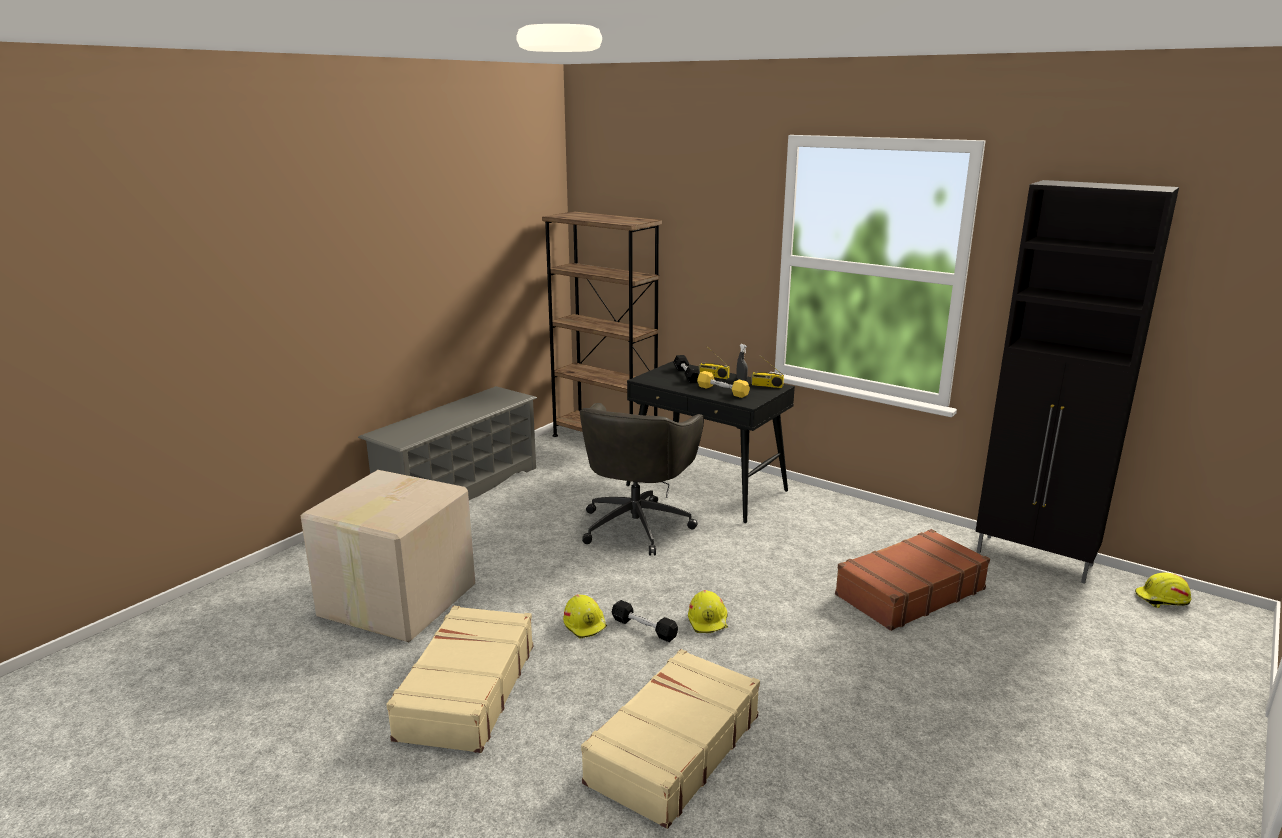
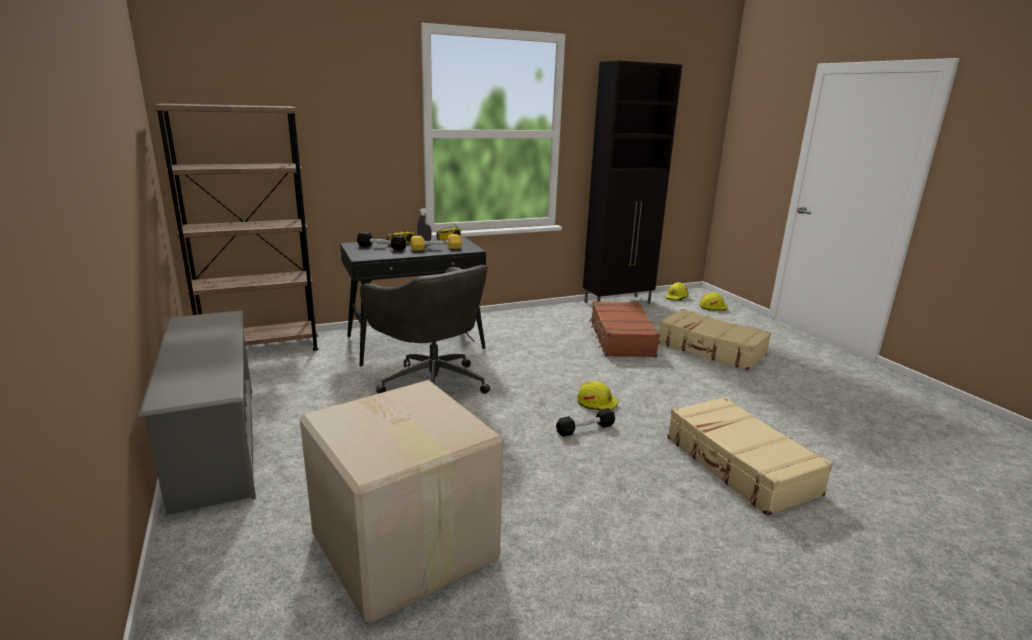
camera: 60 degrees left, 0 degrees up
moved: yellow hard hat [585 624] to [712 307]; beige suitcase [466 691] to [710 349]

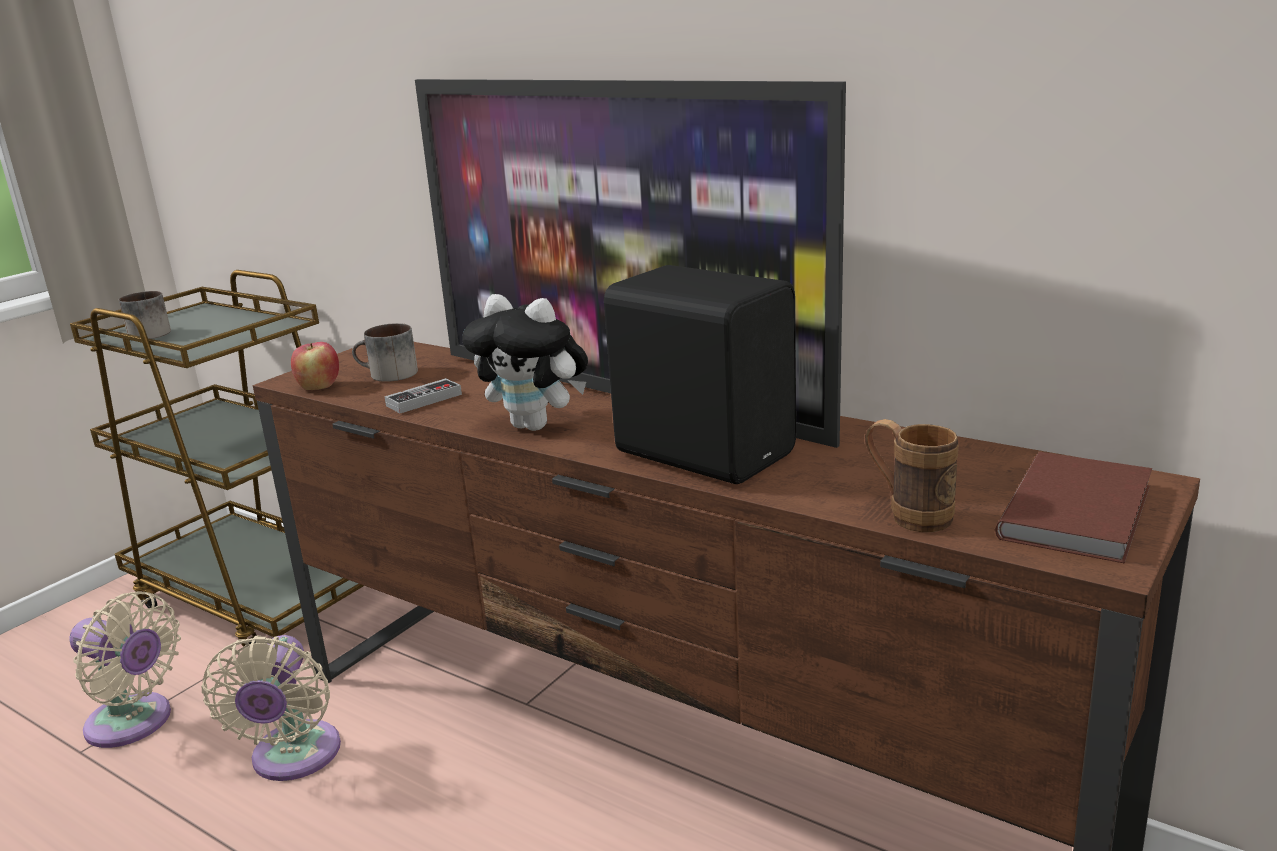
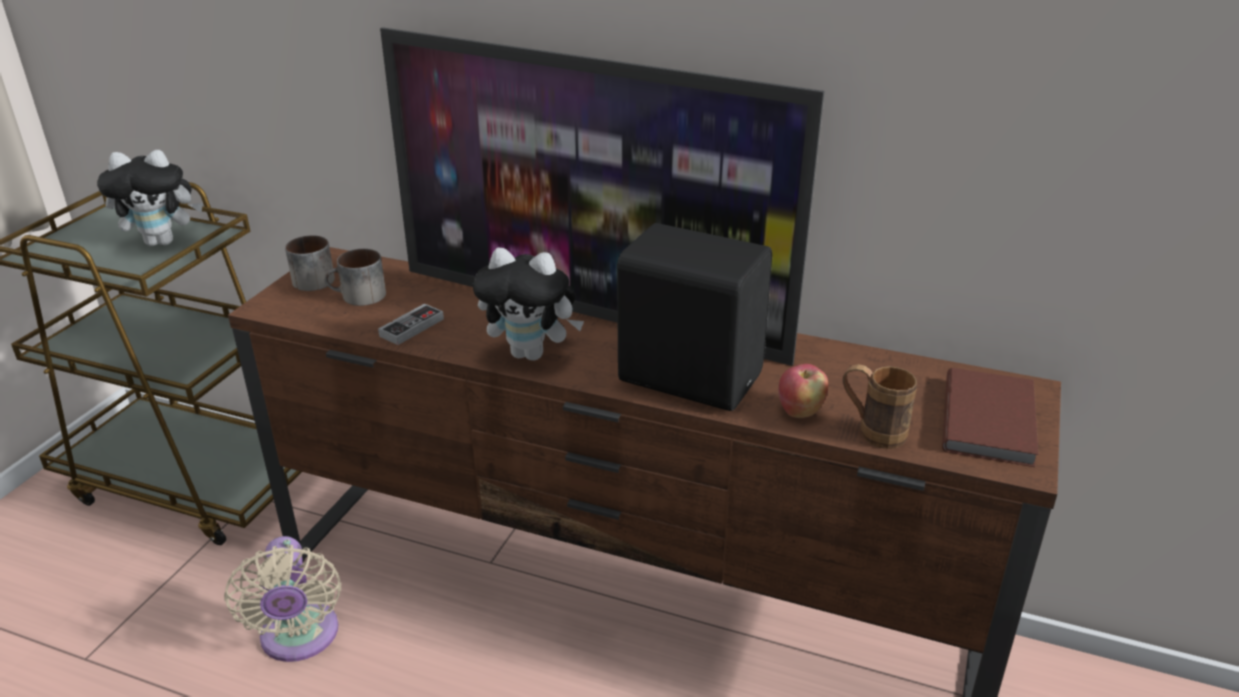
camera: 15 degrees left, 10 degrees up
removed: beige fan [134 723]
added: plush toy [163 241]
moved: mug [148 333] to [309 279]; apple [319 387] to [800 411]

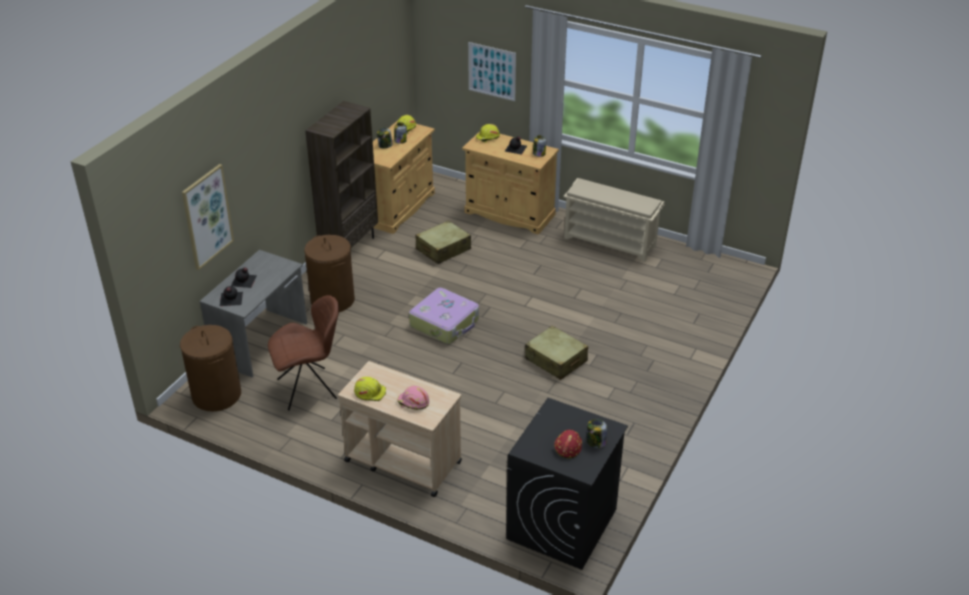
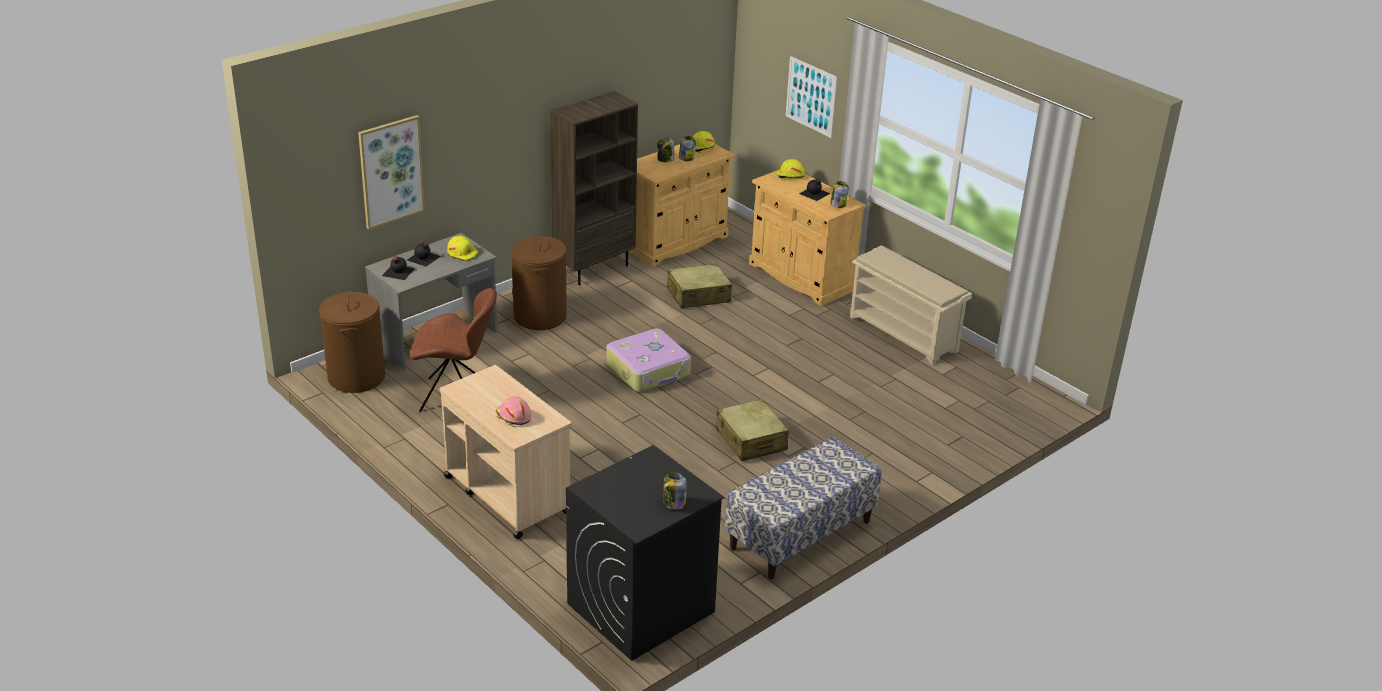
camera: 20 degrees right, 5 degrees down
removed: red hard hat [567 446]
added: bench [800 535]
moved: yellow hard hat [370 392] to [463 253]

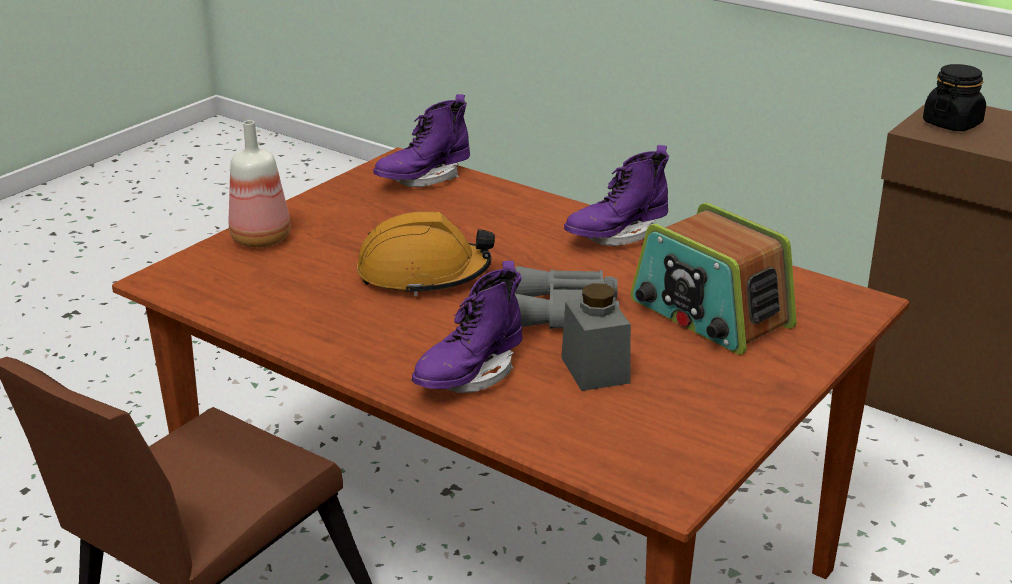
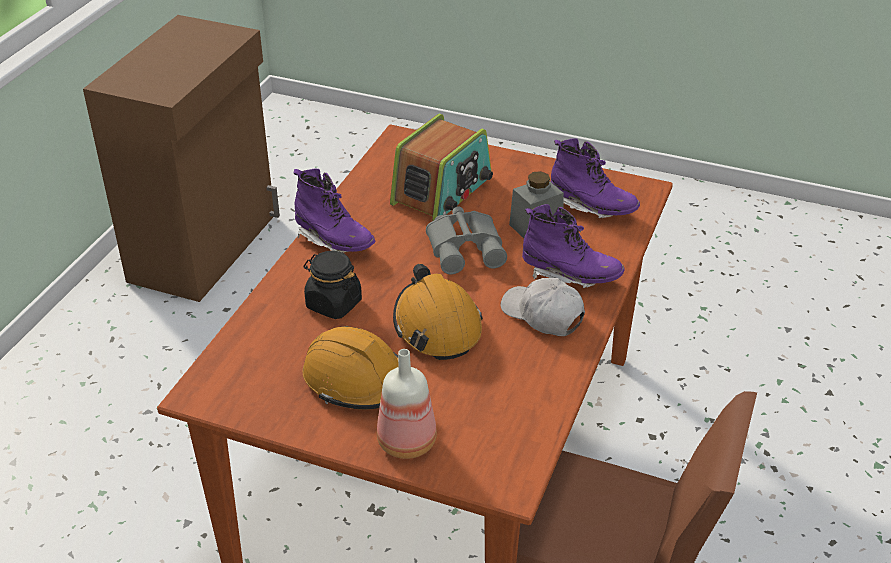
camera: 105 degrees left, 10 degrees up
added: white cap [542 315]; orange hard hat [358 381]
moved: black jar [952 124] to [333 304]; purple boot [423 178] to [591 207]

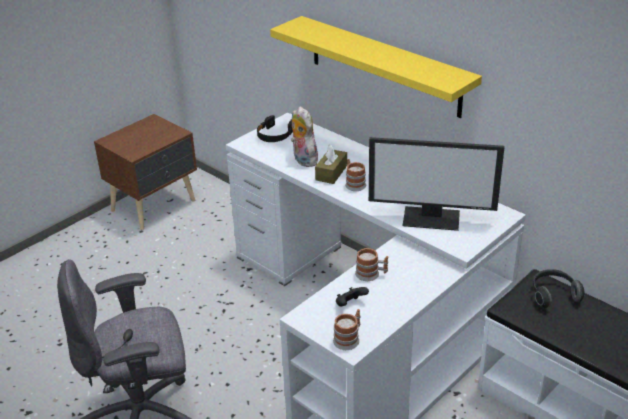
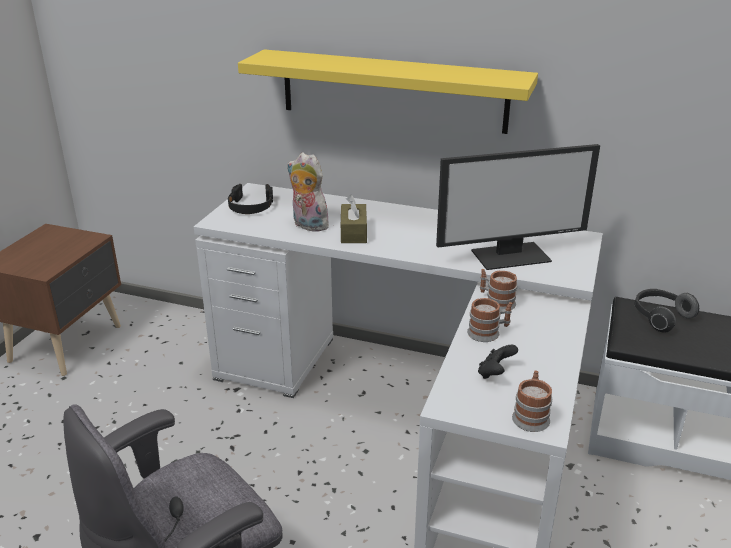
camera: 25 degrees left, 5 degrees down
moved: mug [354 184] to [496 302]

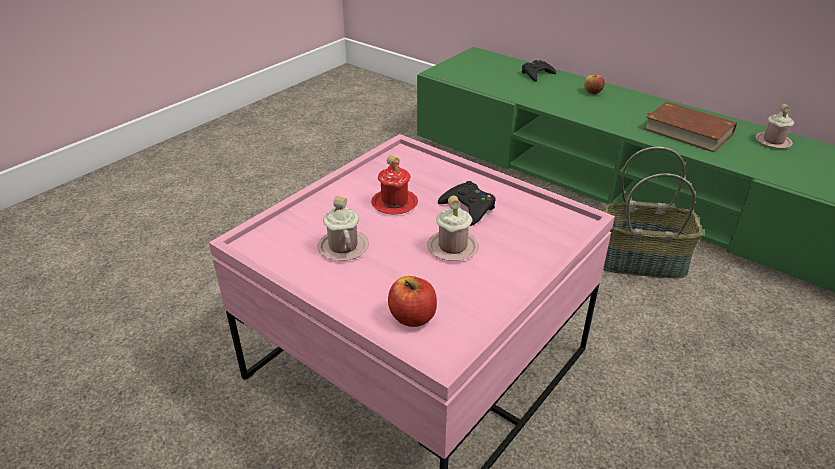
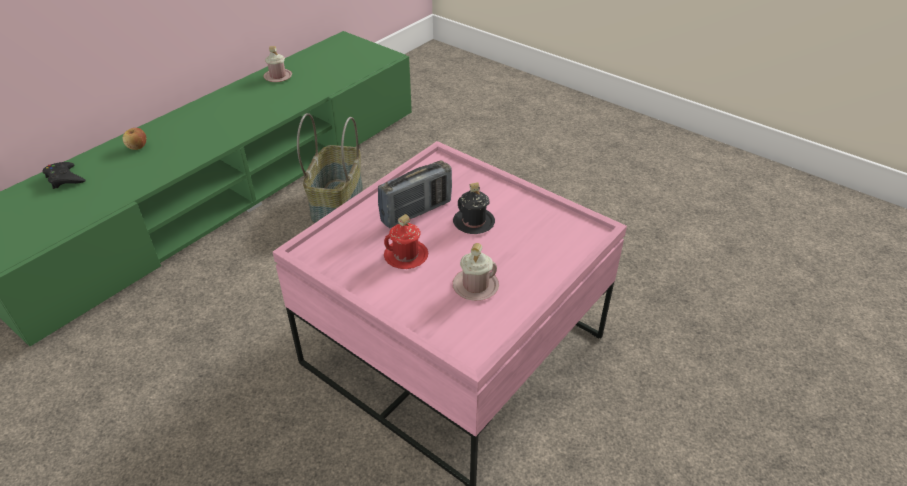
camera: 90 degrees left, 5 degrees up
removed: brown book [687 131]; apple [412 317]
replaced: black game controller [468 208] to radio [416 212]
recoloured: pink mug [452 247] to black mug [473 222]

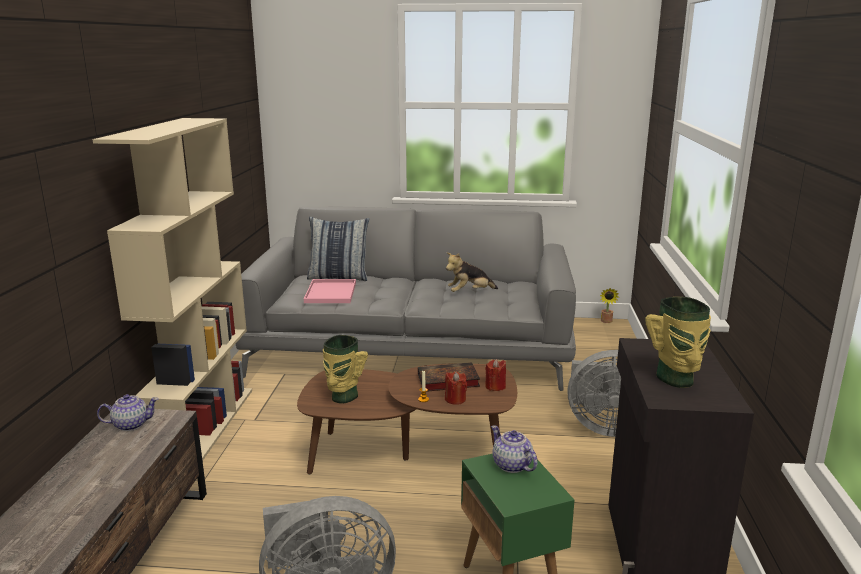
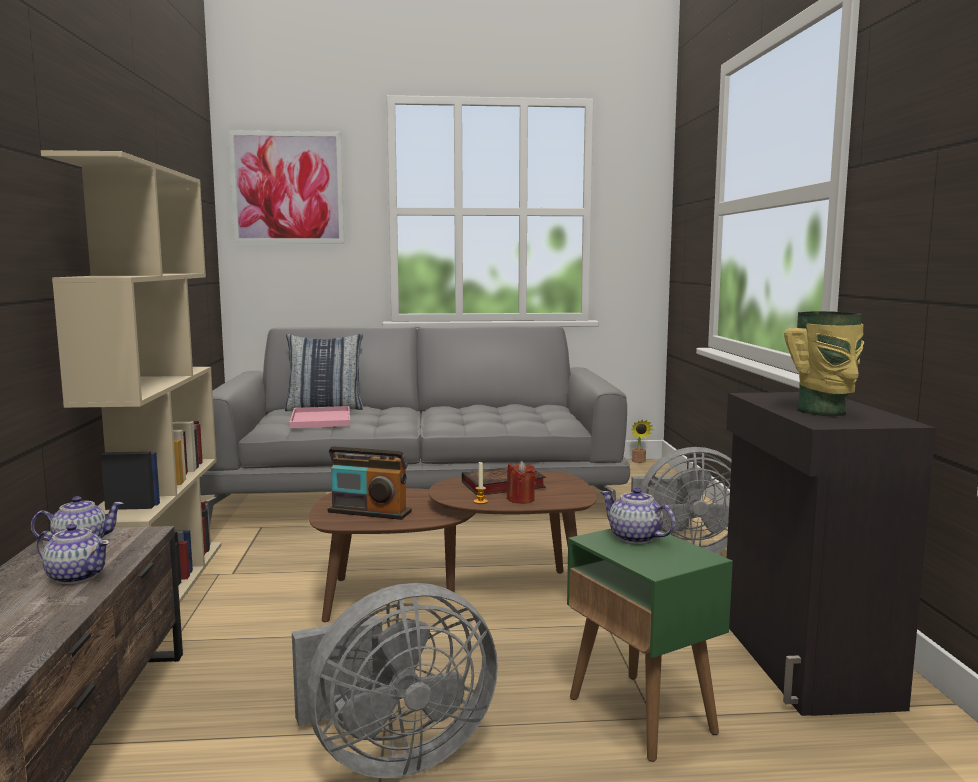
camera: 10 degrees left, 10 degrees down
removed: plush toy [469 293]; red candle [495 386]
added: picture [287 188]; teapot [76 576]
replaced: vase [343 397] to radio [369 512]

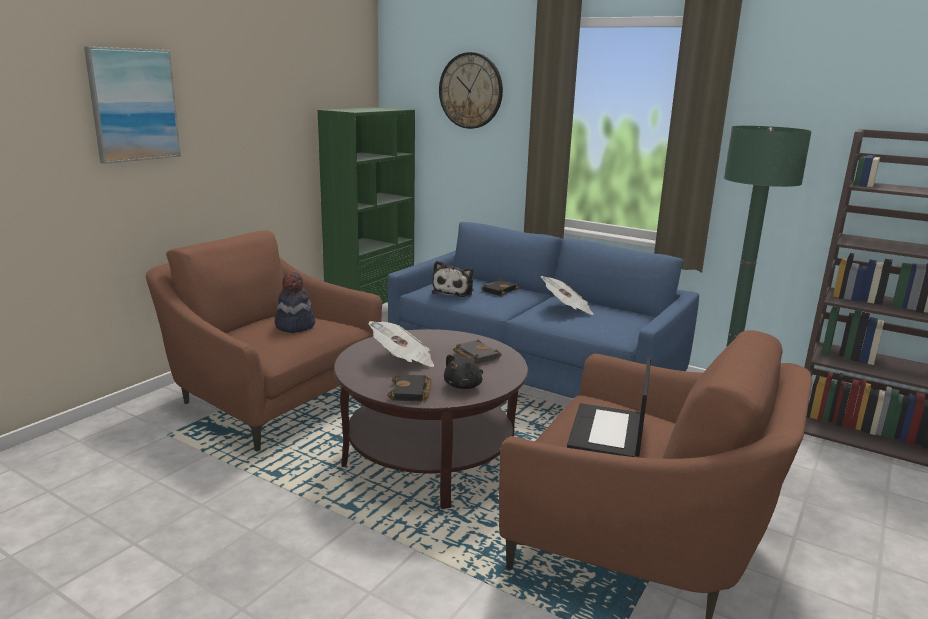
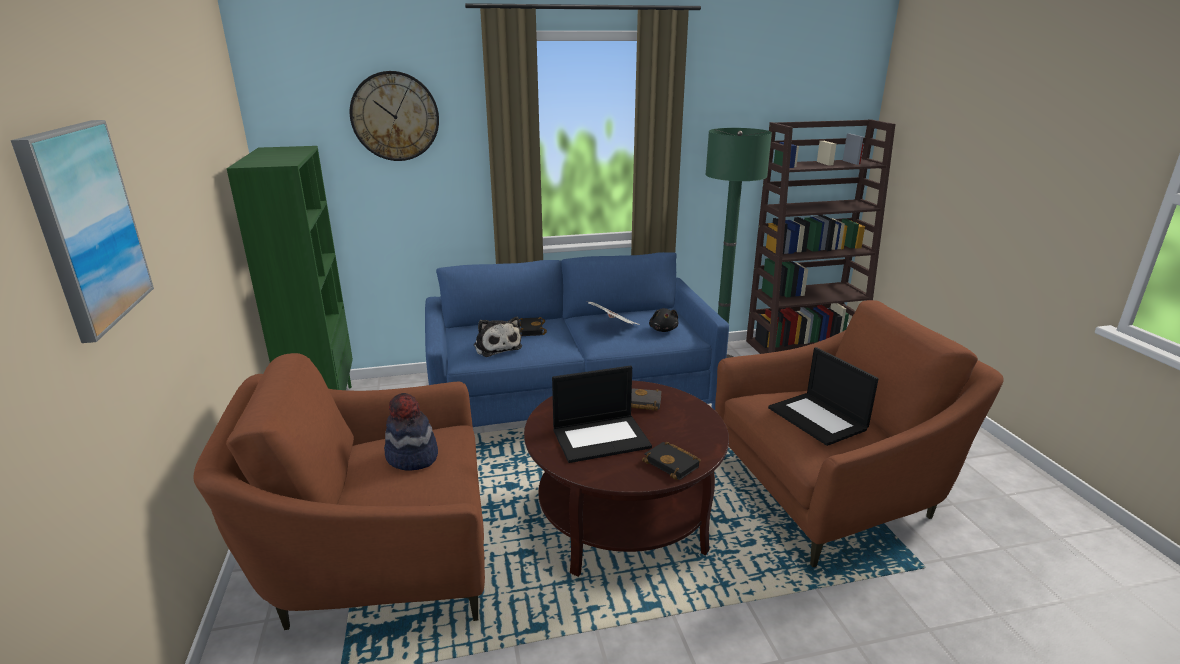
camera: 45 degrees left, 5 degrees up
moved: black plush toy [464 386] to [663 329]
replaced: newspaper [403 360] to laptop [601 437]

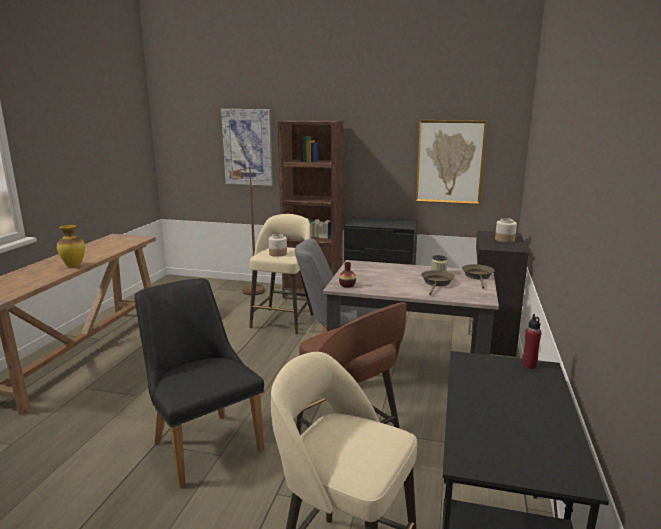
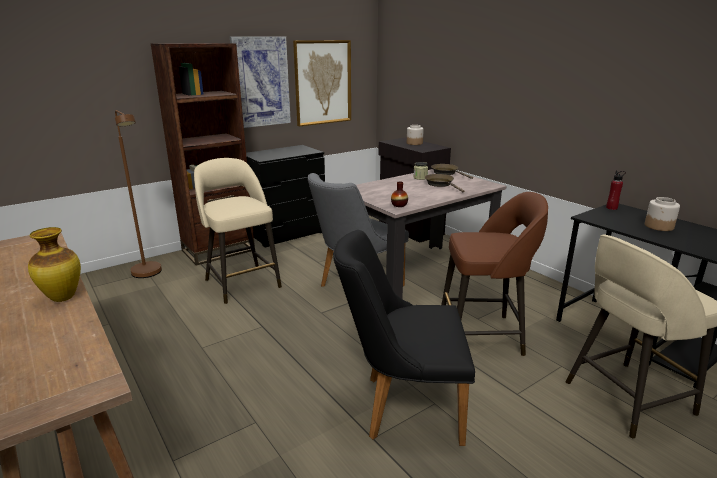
camera: 50 degrees left, 5 degrees up
moved: picture [248 147] to [261 82]; jar [278 254] to [659 226]

